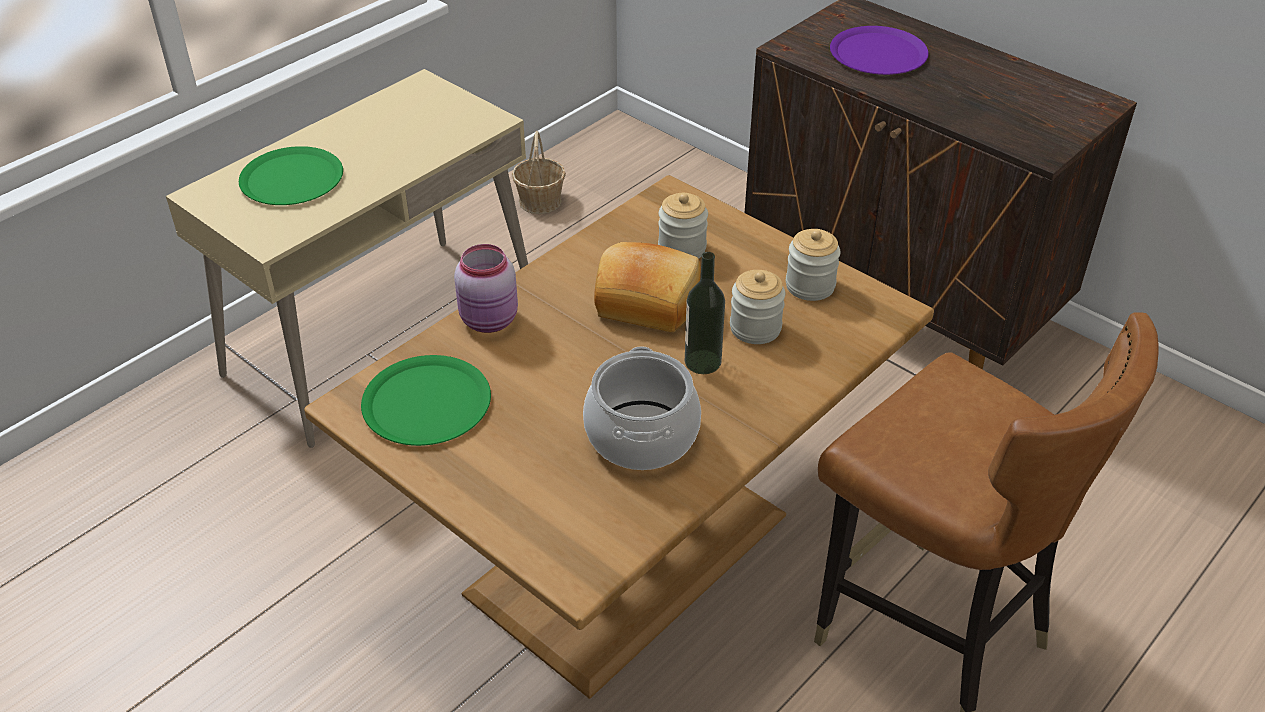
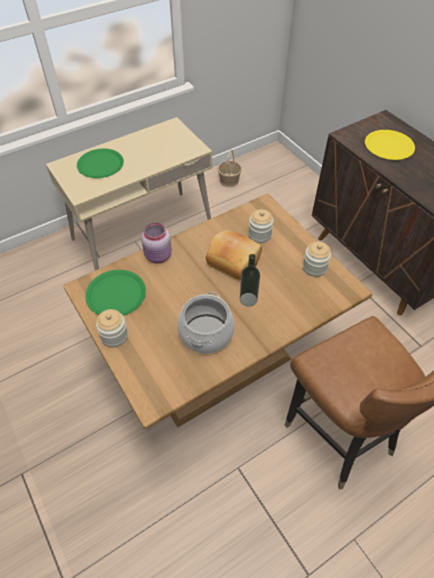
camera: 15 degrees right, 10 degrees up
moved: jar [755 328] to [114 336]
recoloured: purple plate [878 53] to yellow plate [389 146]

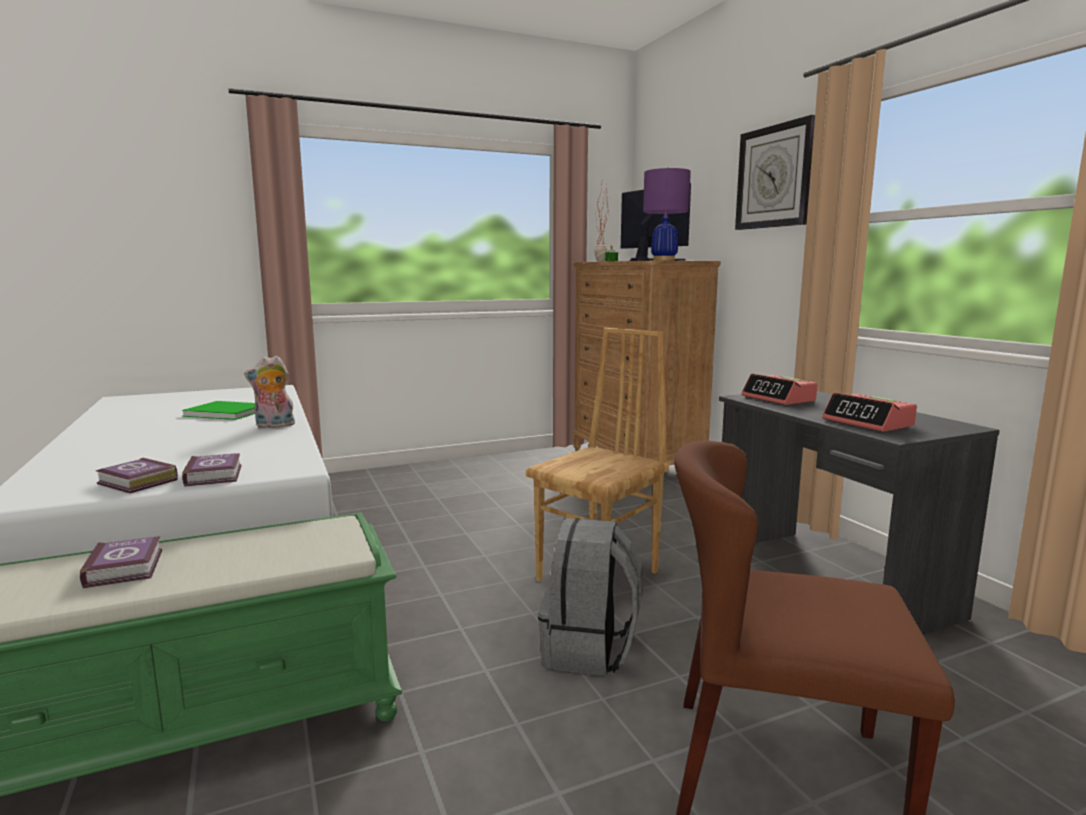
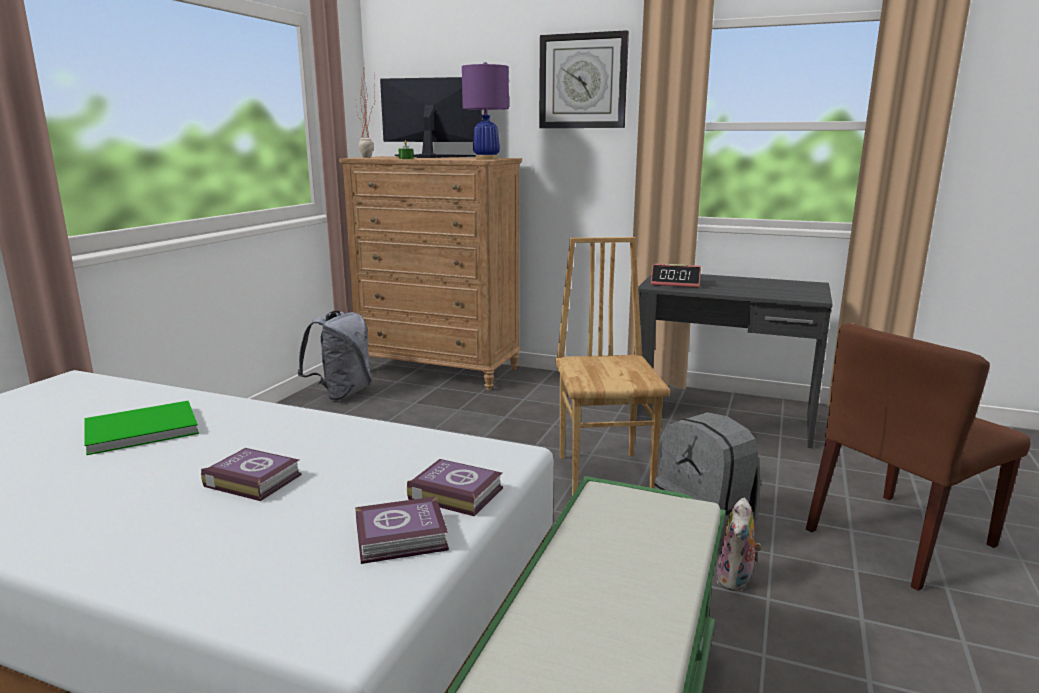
camera: 45 degrees left, 5 degrees up
removed: alarm clock [868 423]
added: grey backpack [341 394]
moved: plush toy [274 426] to [736 580]; book [126 567] to [252 479]

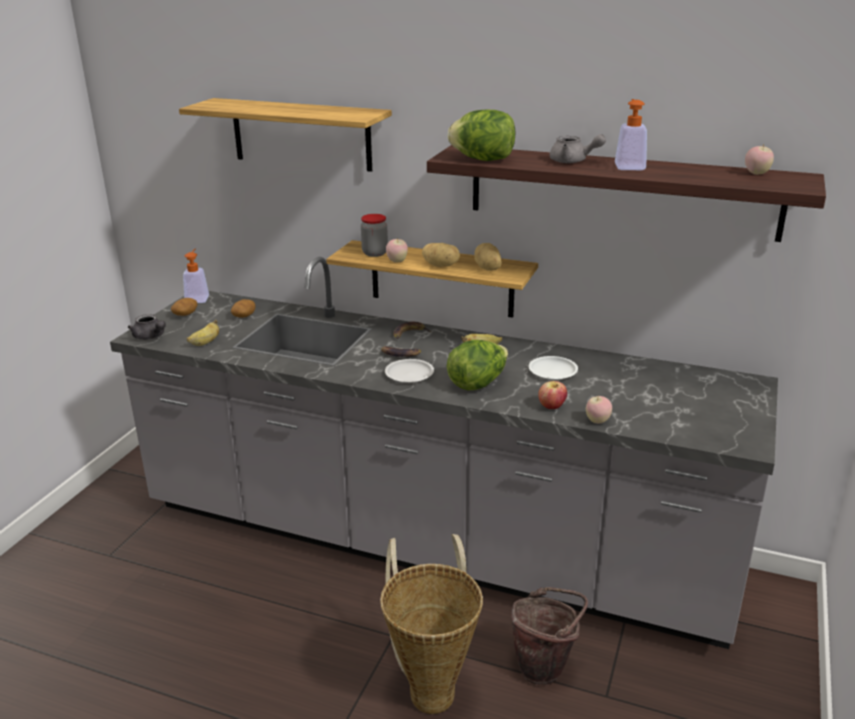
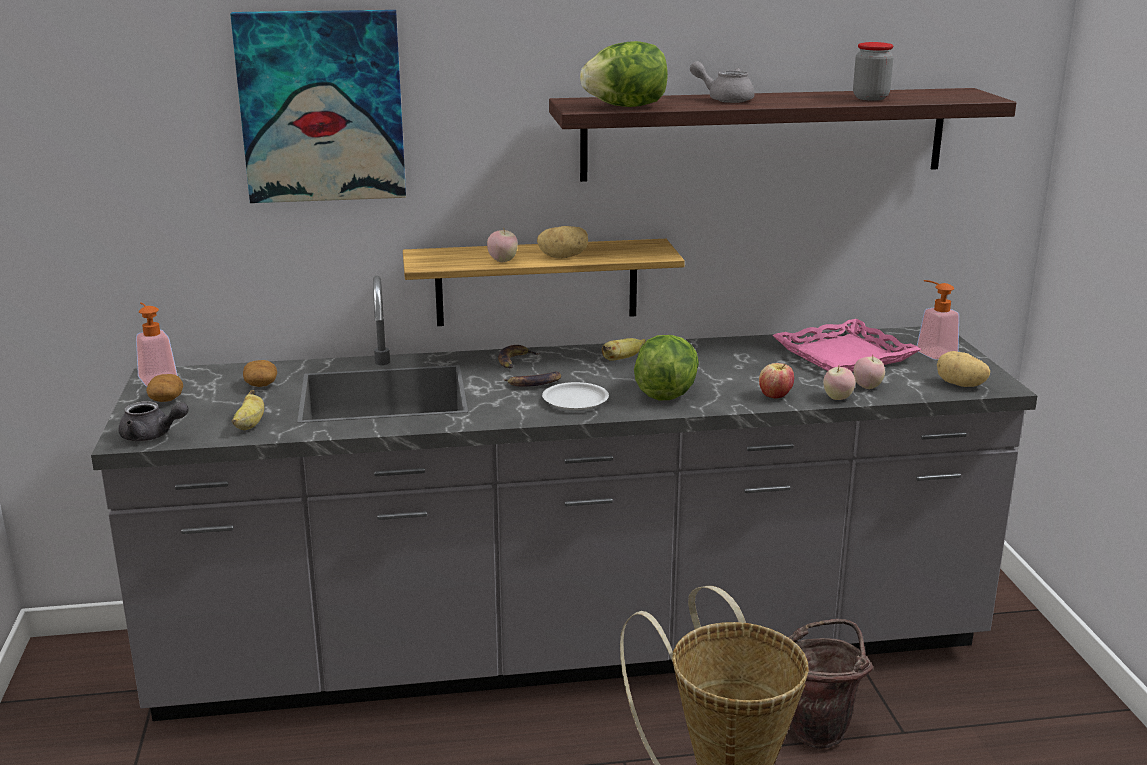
camera: 30 degrees left, 5 degrees down
removed: white plate [552 371]
added: pink tray [844 356]
moved: soap dispenser [629 166] to [931 352]; apple [756 174] to [867 387]; jar [375 253] to [870 98]; potato [487 269] to [960 385]
replaced: shelf [301 134] to picture [322 106]
turned: grey teapot [573 161] = [724 99] 150 degrees counterclockwise

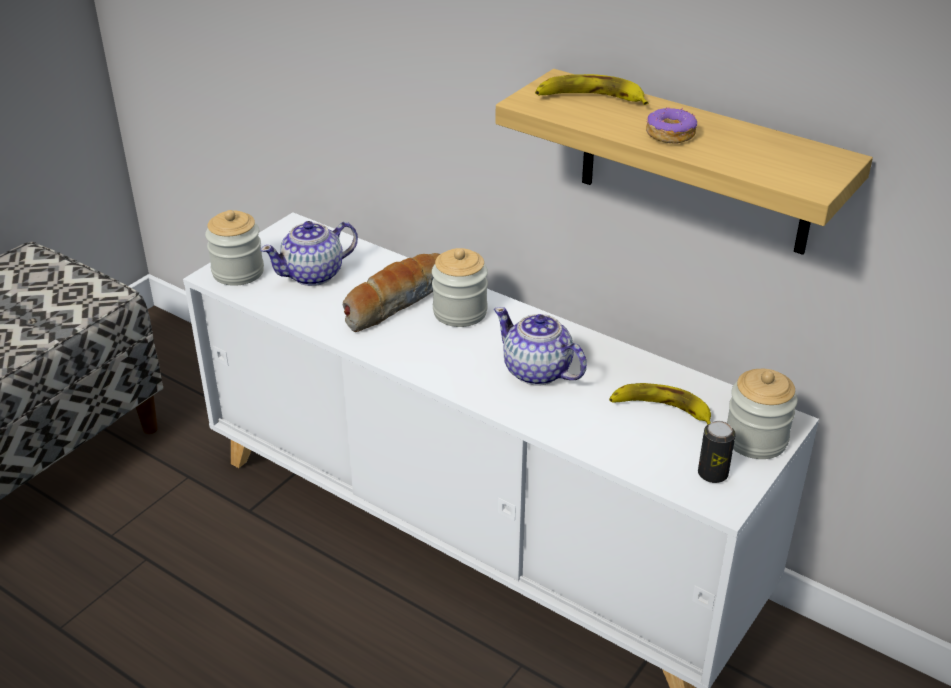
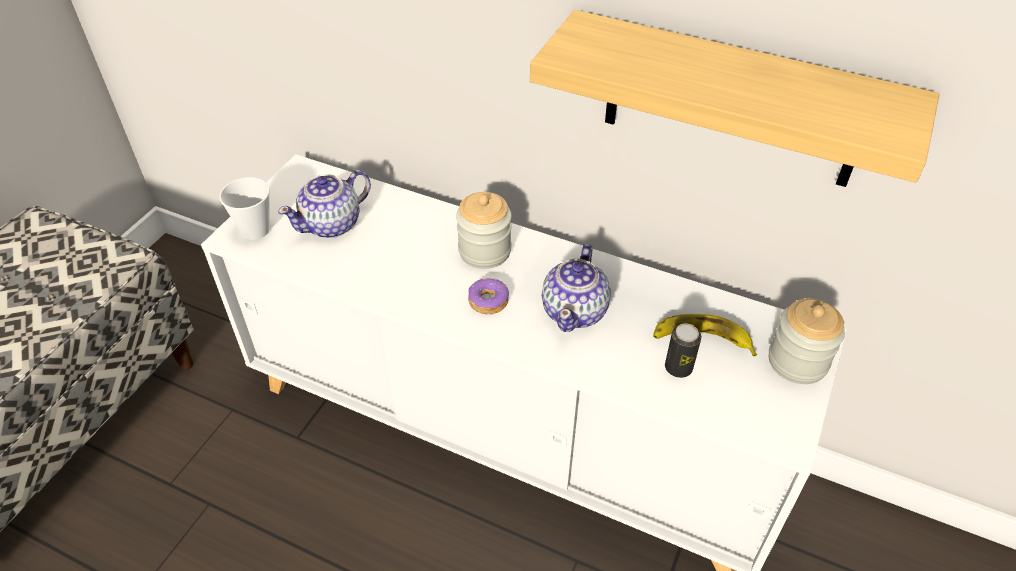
camera: 10 degrees left, 10 degrees up
removed: banana [590 99]; bread [396 301]
moved: donut [670 134] to [488 301]; can [712 474] to [678 368]
replaced: jar [238 272] to cup [255 230]
turned: teapot [537 372] = [575 311] 105 degrees counterclockwise

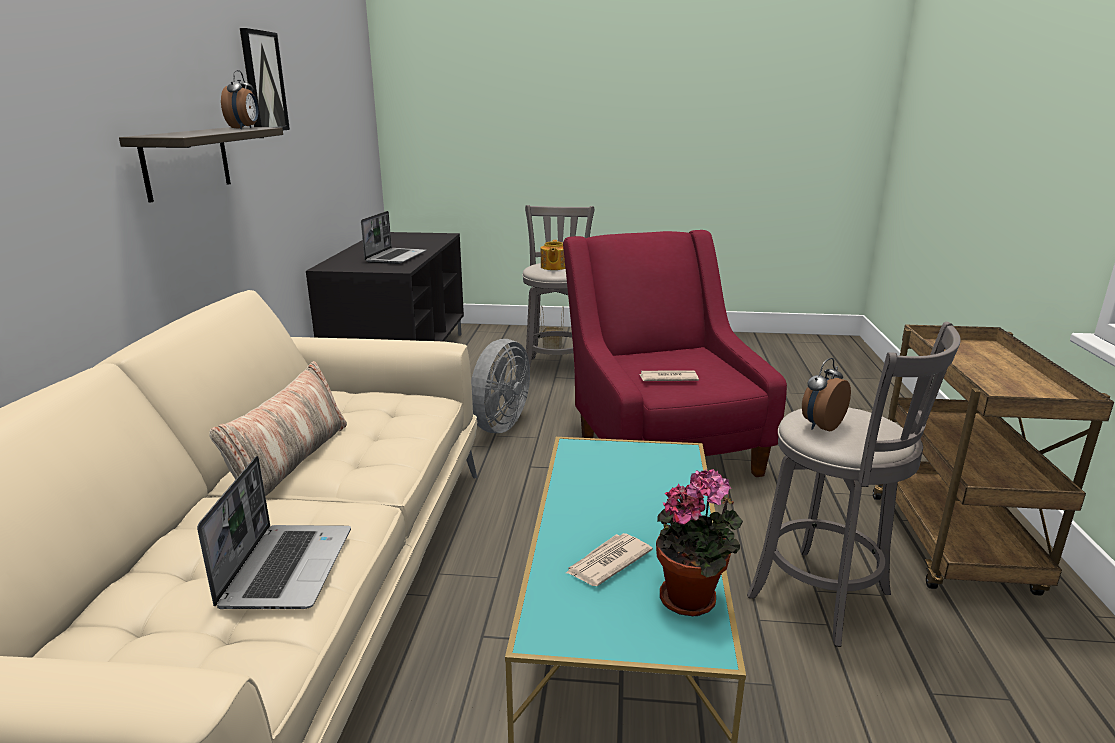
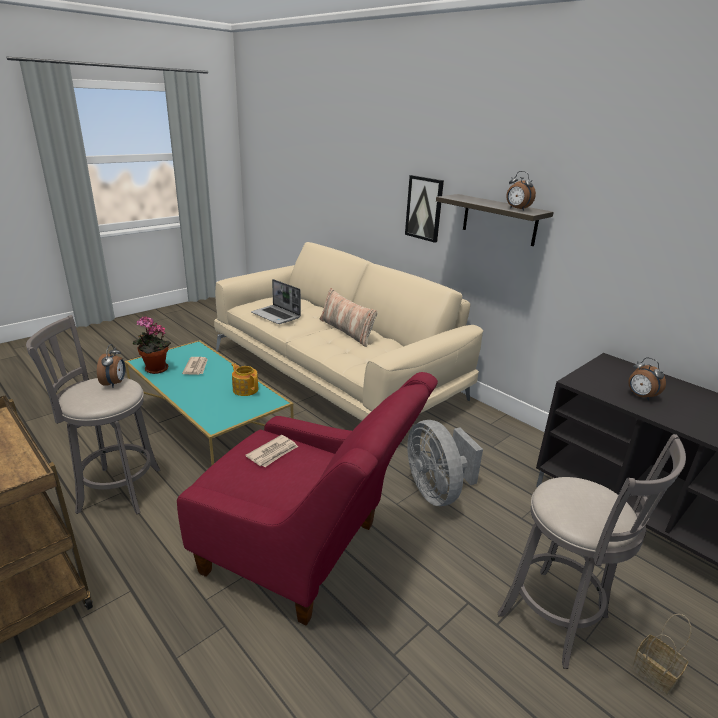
camera: 130 degrees right, 5 degrees up
moved: picture [263 82] to [424 208]; teapot [553 267] to [245 389]
replaced: laptop [395 257] to alarm clock [640 396]

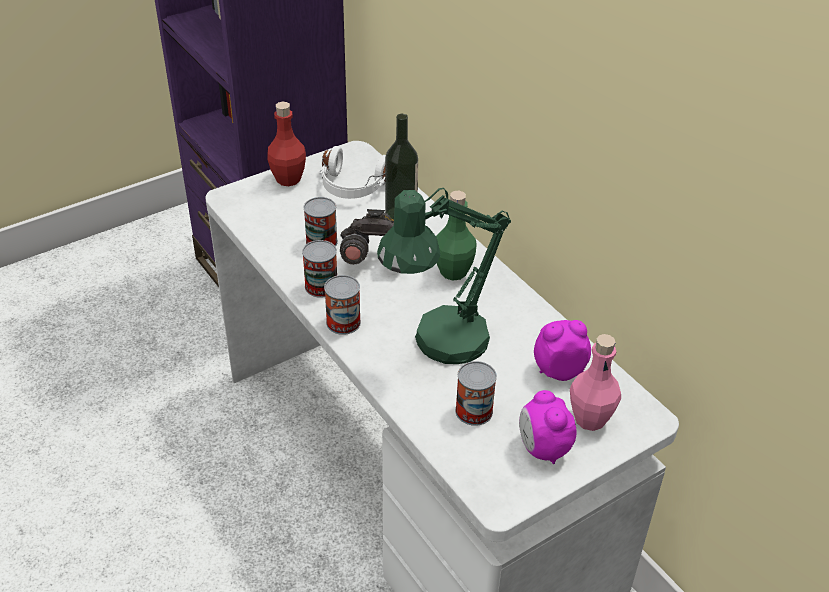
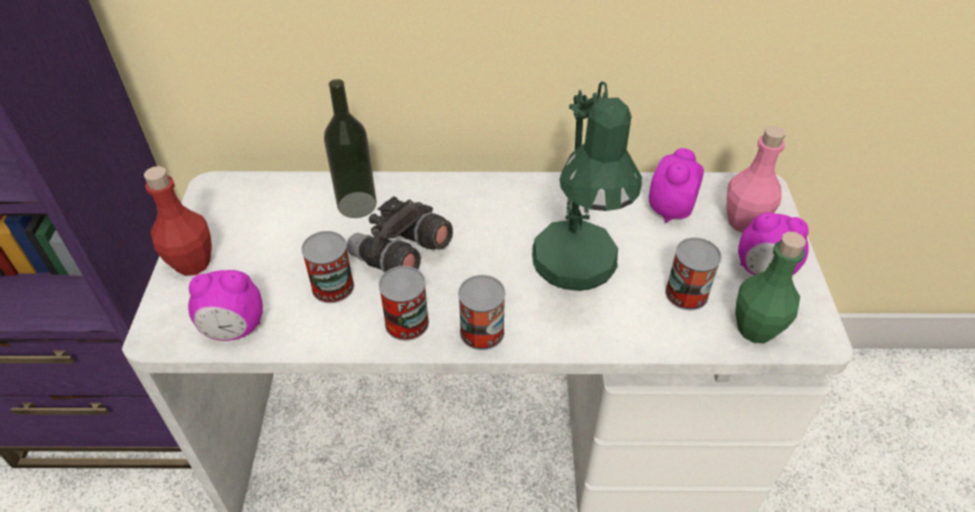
camera: 55 degrees left, 5 degrees up
removed: white headphones [353 187]
added: alarm clock [234 329]
moved: green bottle [453 271] to [756 329]

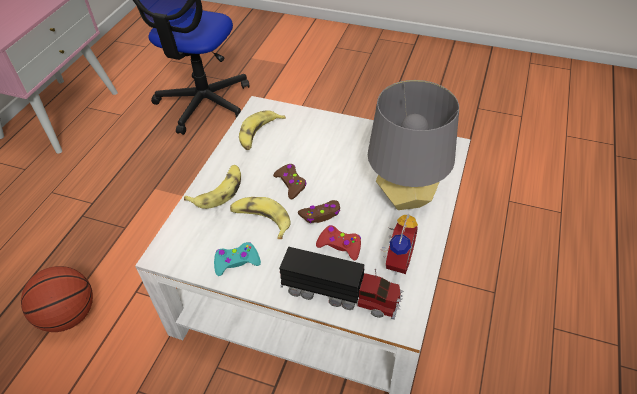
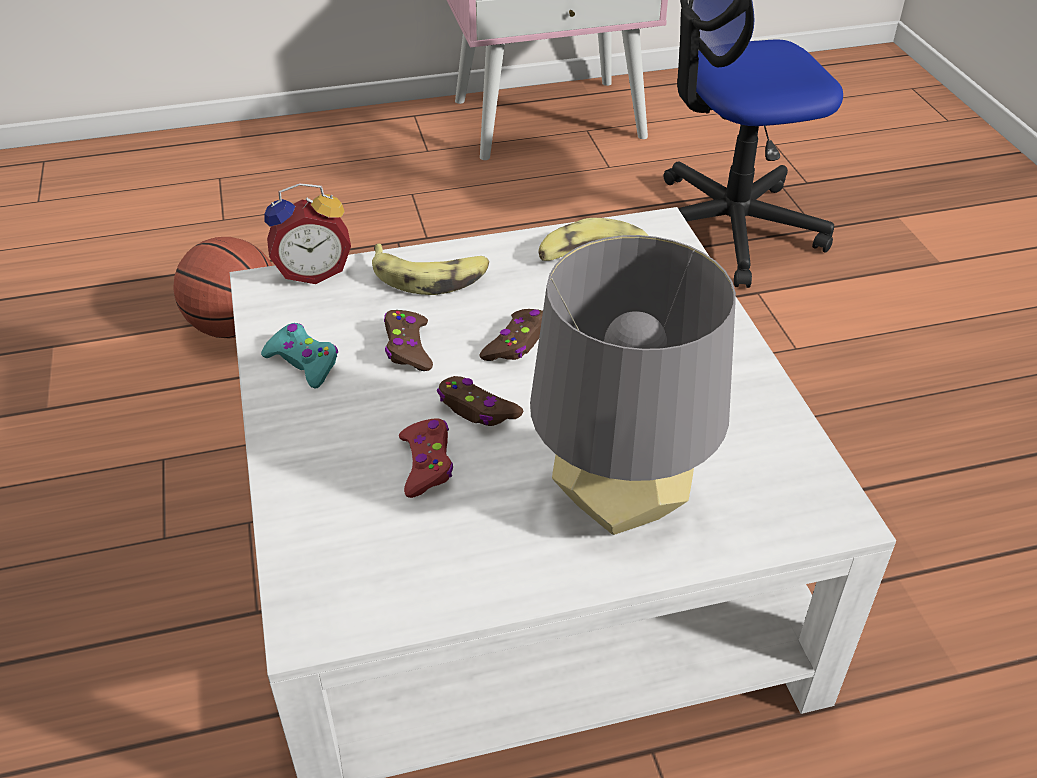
camera: 55 degrees right, 5 degrees down
removed: toy truck [342 294]
moved: alarm clock [396 261] to [313 271]
replaced: banana [261 220] to brown game controller [408 348]

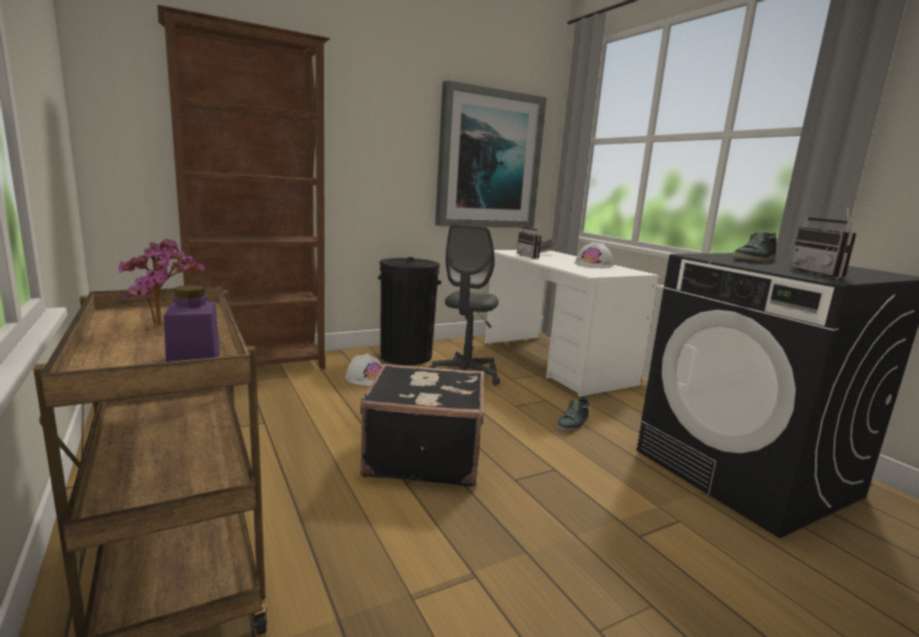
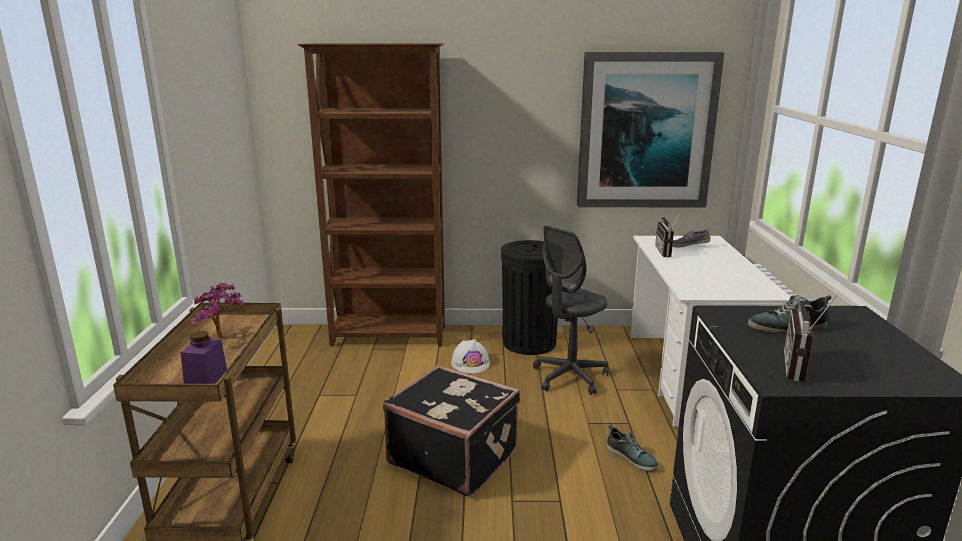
camera: 30 degrees right, 5 degrees up
removed: white hard hat [593 265]
turned: shoe [573 423] = [631 457] 105 degrees counterclockwise

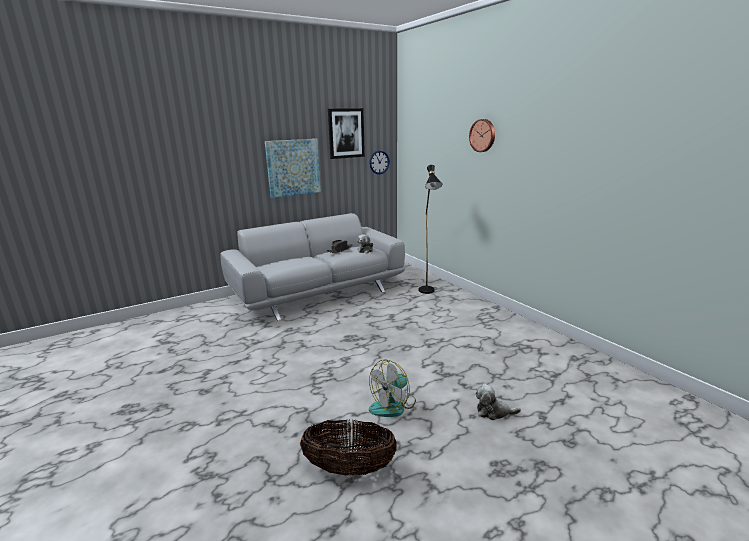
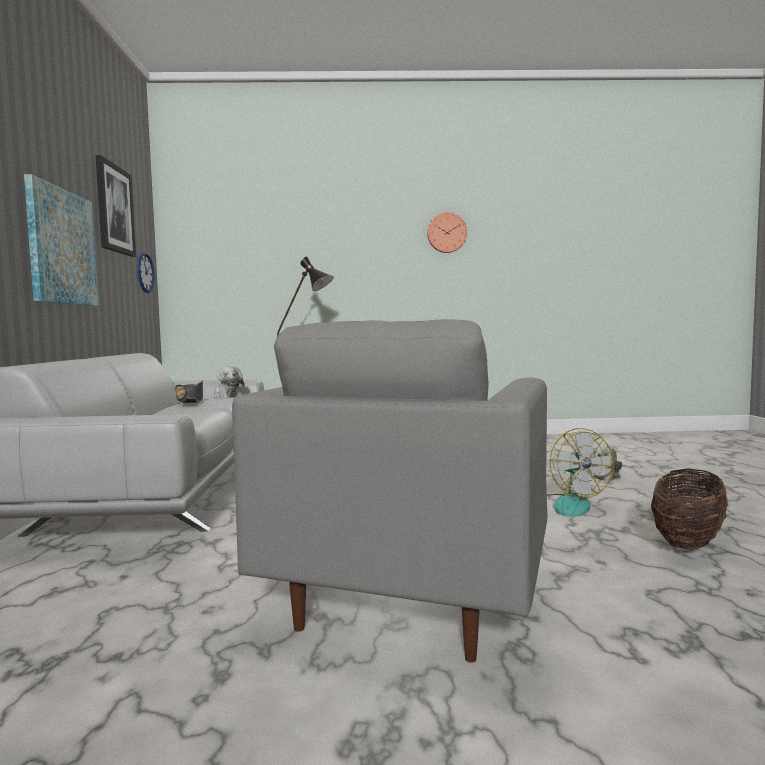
camera: 60 degrees left, 15 degrees down
added: grey armchair [409 596]
moved: wall clock [483 135] to [446 233]

